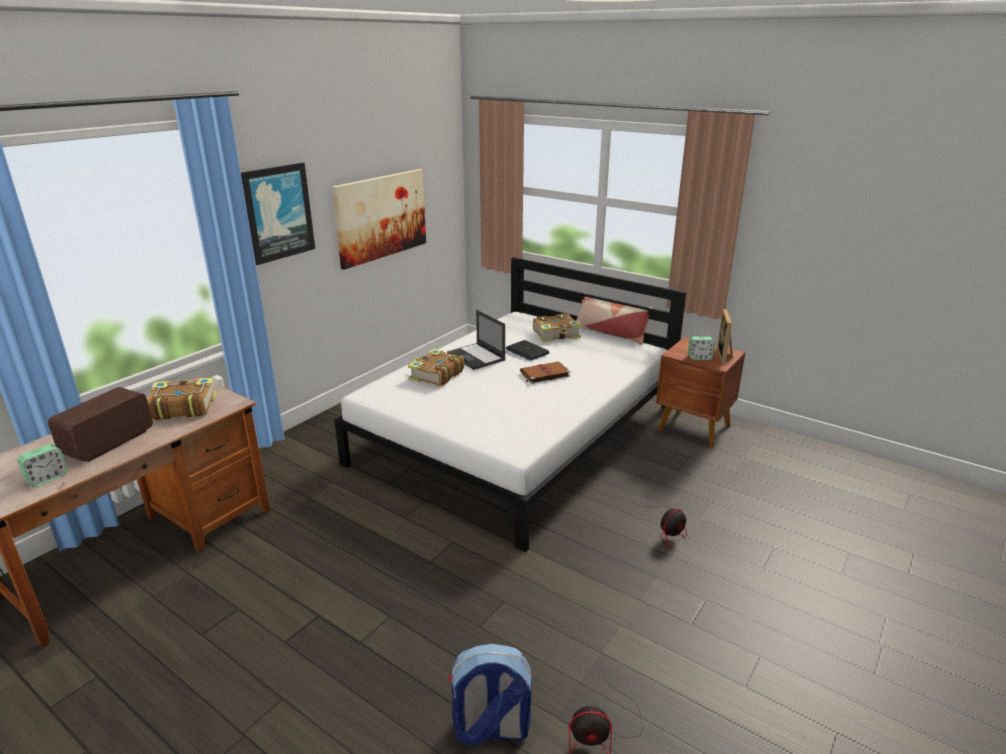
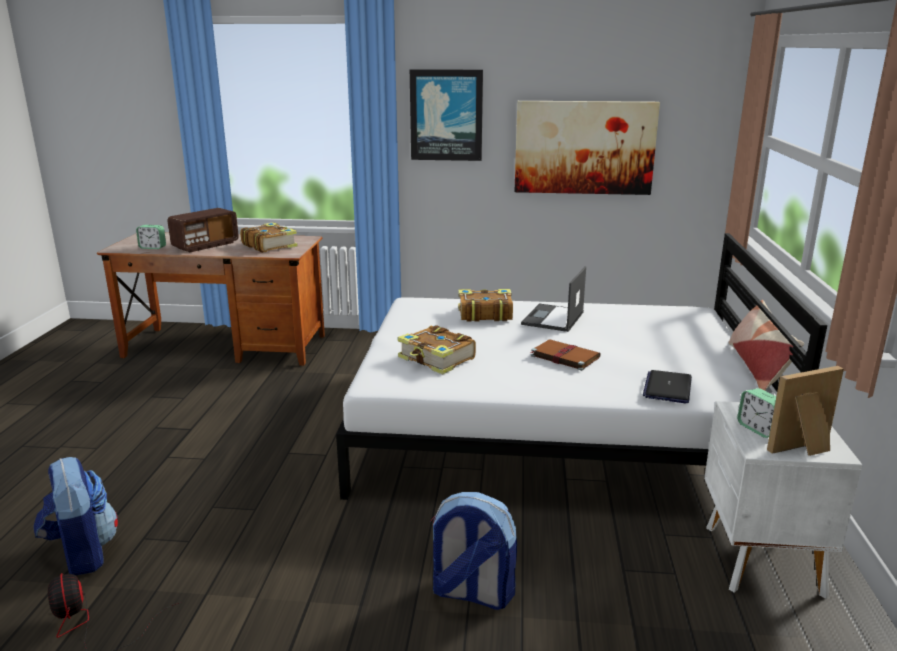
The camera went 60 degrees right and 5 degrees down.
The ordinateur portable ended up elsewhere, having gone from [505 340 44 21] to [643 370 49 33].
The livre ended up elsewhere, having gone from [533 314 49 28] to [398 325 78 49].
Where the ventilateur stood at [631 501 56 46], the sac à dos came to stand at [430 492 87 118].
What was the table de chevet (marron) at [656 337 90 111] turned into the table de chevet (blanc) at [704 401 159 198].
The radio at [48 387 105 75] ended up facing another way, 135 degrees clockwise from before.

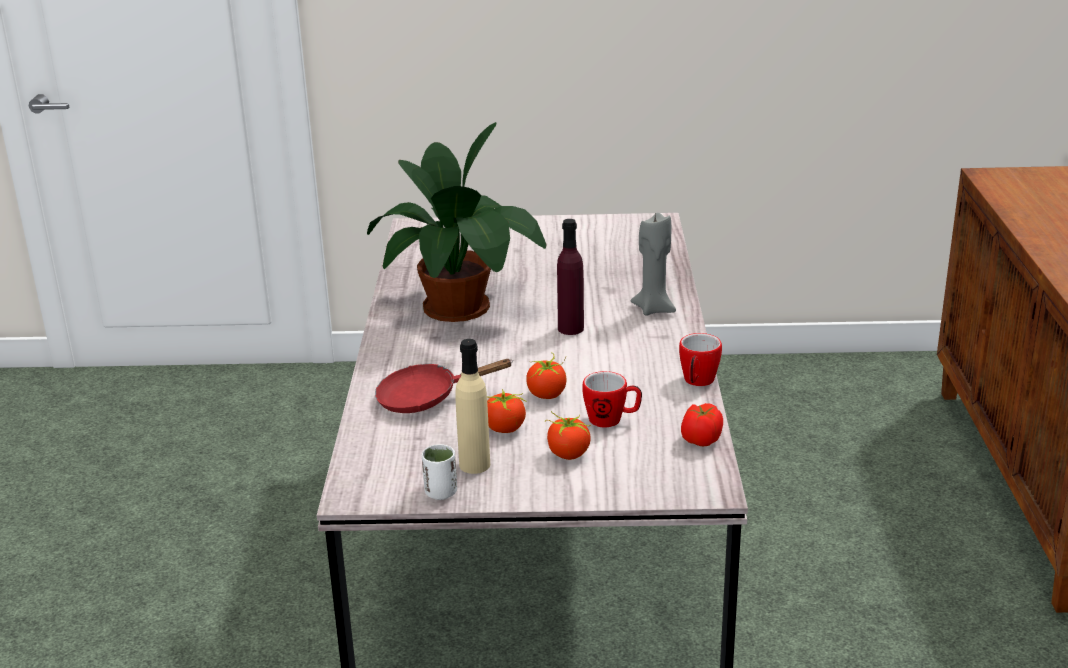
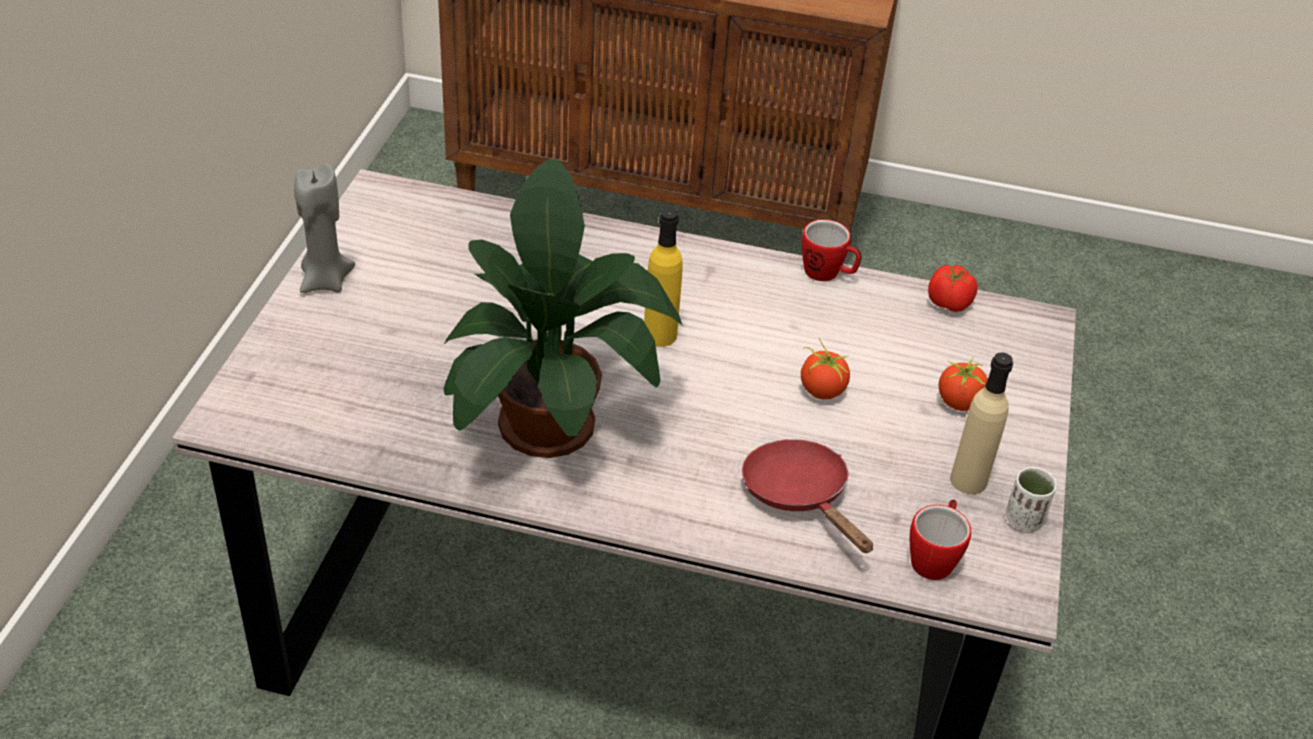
The camera went 80 degrees left and 15 degrees up.
The second view lost the tomate at [487 389 40 44].
The mug ended up elsewhere, having gone from [582 371 60 56] to [910 499 61 81].
The bougie (gris) ended up elsewhere, having gone from [631 213 45 103] to [294 163 61 130].
What was the bouteille (violet) at [557 219 27 116] turned into the bouteille (jaune) at [644 209 39 138].
The poêle (rouge) at [375 359 138 54] ended up facing another way, 150 degrees clockwise from before.

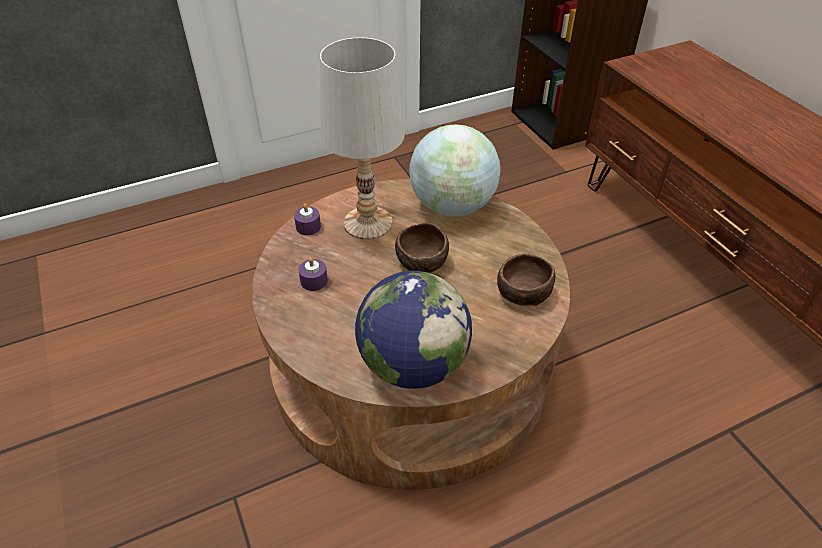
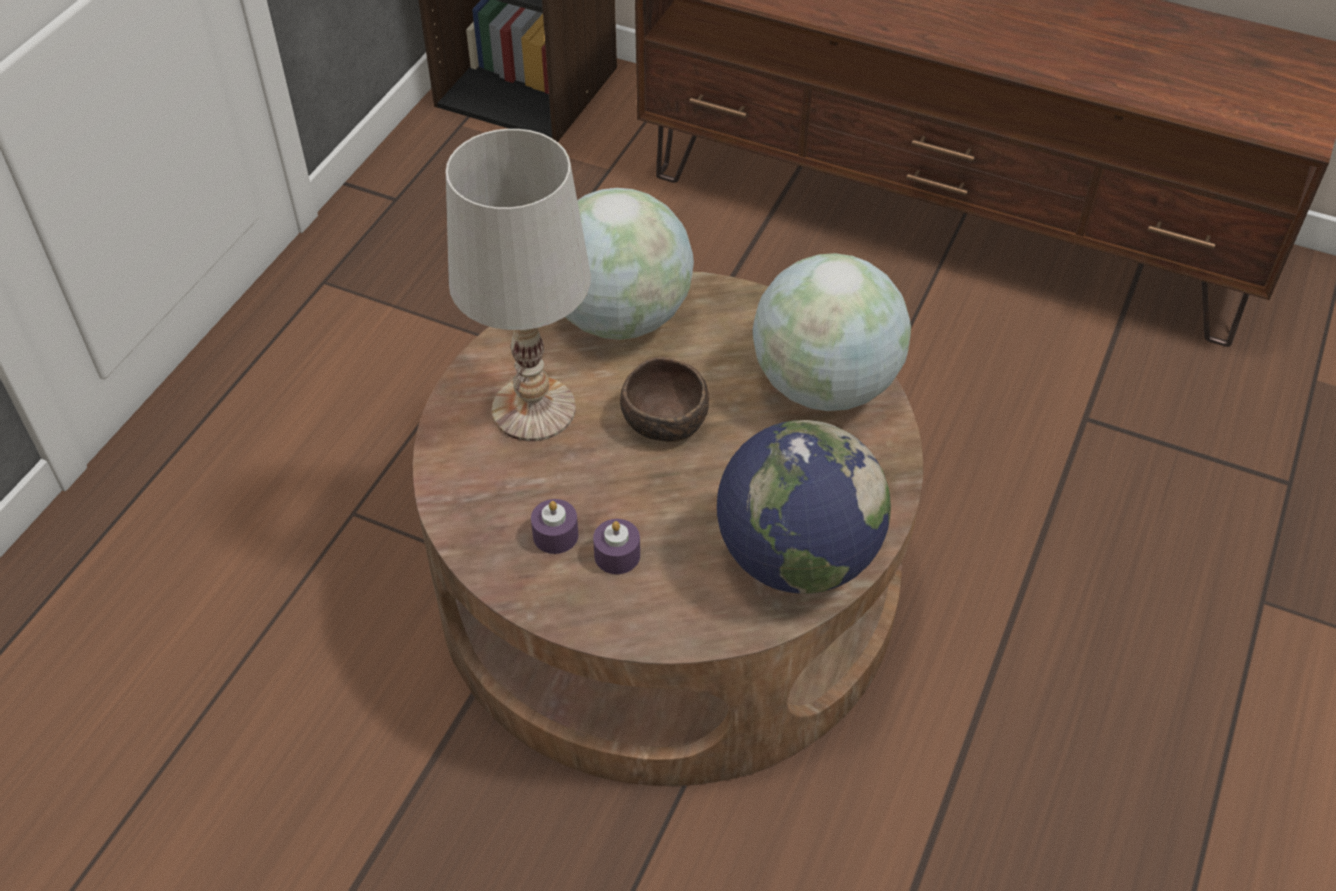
The camera went 40 degrees left and 5 degrees up.
The bougie (violet) ended up elsewhere, having gone from [294 203 27 32] to [593 519 47 55].
Where the bol (marron) stood at [497 253 58 53], the globe came to stand at [753 253 158 158].

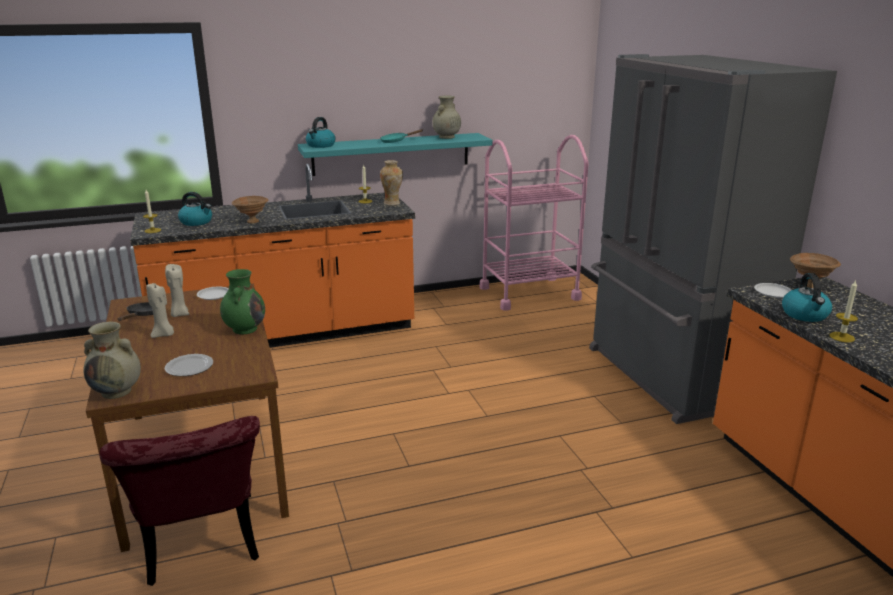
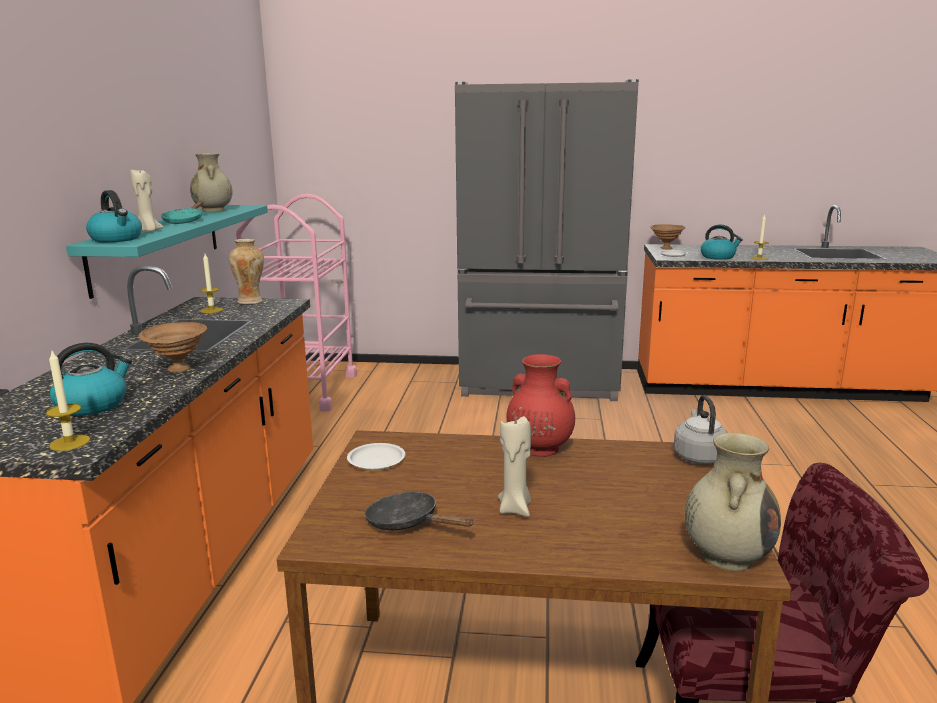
The camera went 65 degrees left and 5 degrees down.
The second view lost the assiette at [165 354 48 22].
The second view gained the bouilloire (gris) at [674 395 54 69].
The bougie (beige) ended up elsewhere, having gone from [165 264 24 53] to [130 169 34 62].
What was the vase (vert) at [220 269 45 65] turned into the vase (rouge) at [507 354 68 103].

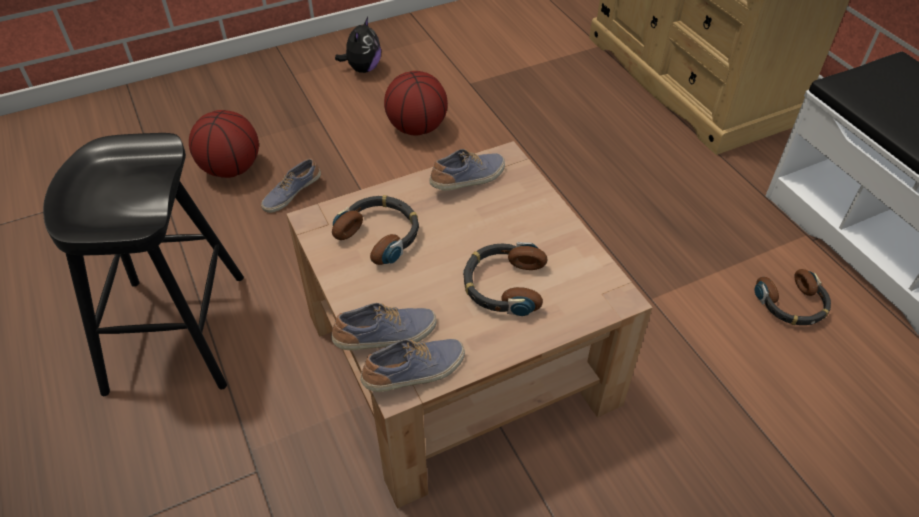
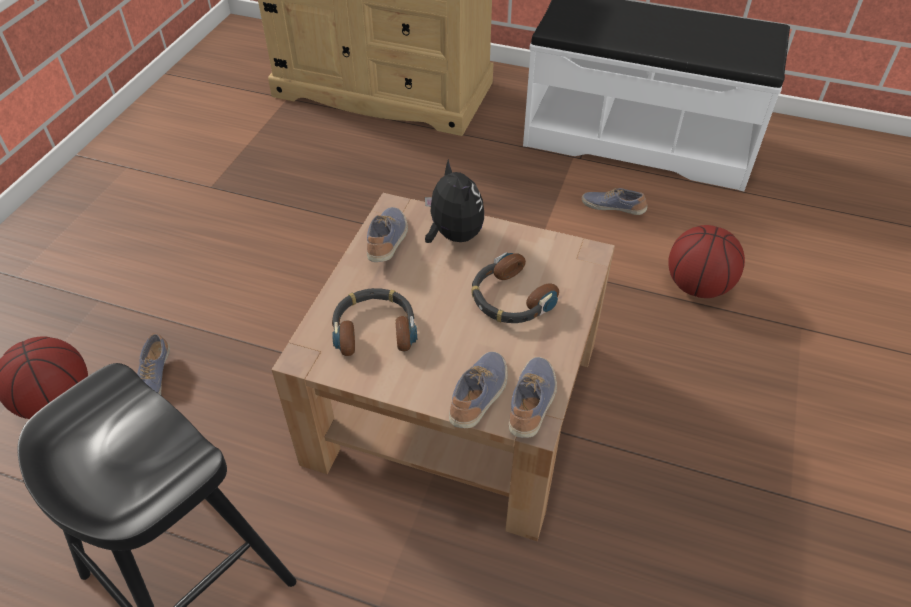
The camera went 45 degrees left and 0 degrees up.
The peluche ended up elsewhere, having gone from [335 17 46 56] to [425 159 59 84].
The ballon de basket ended up elsewhere, having gone from [384 71 64 64] to [668 225 77 73].
Where the casque audio stood at [755 269 76 56], the chaussure came to stand at [582 188 65 27].

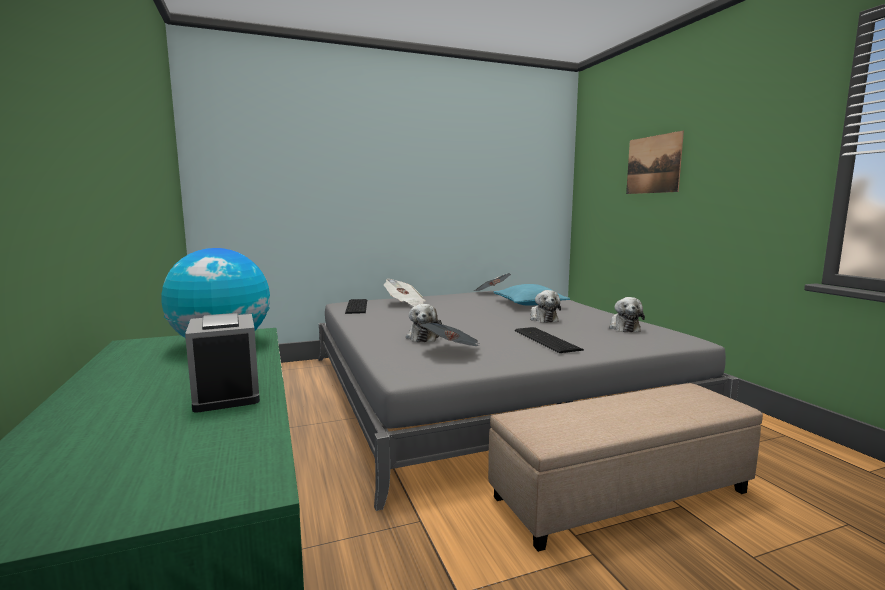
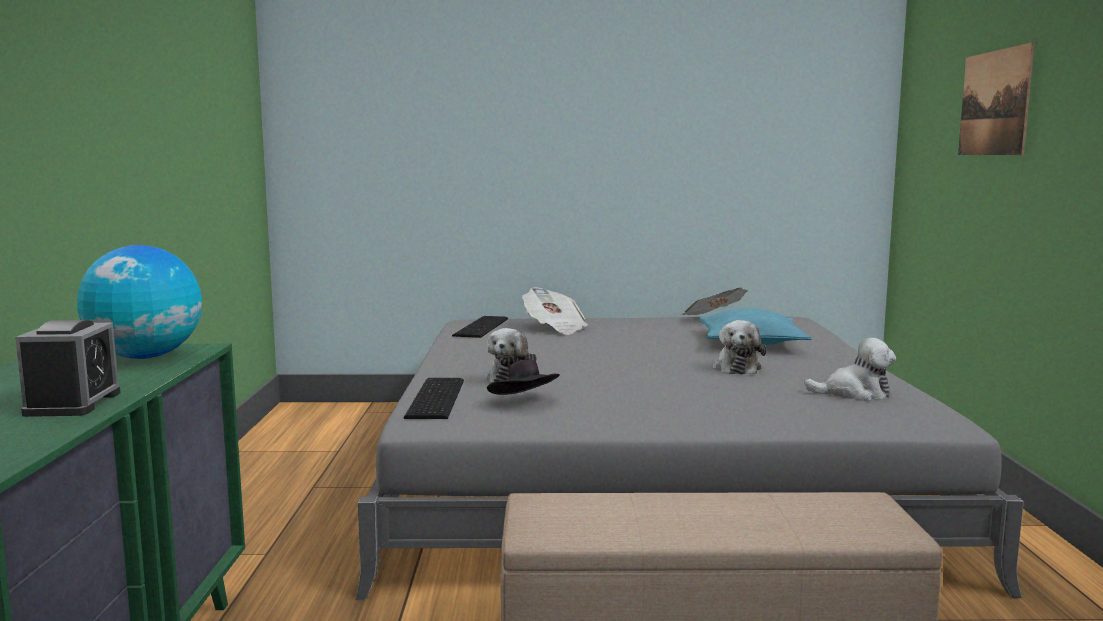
The camera went 20 degrees right and 0 degrees up.
The clavier ended up elsewhere, having gone from [515 327 69 26] to [404 378 60 41].
Where the journal stood at [420 323 60 23], the chapeau (noir) came to stand at [487 360 73 35].
The peluche at [609 297 36 35] ended up facing another way, 105 degrees counterclockwise from before.

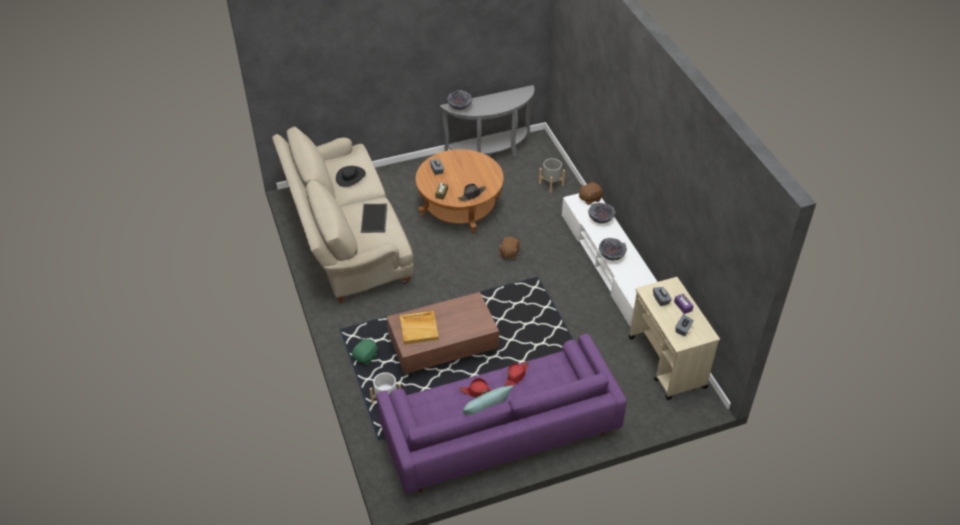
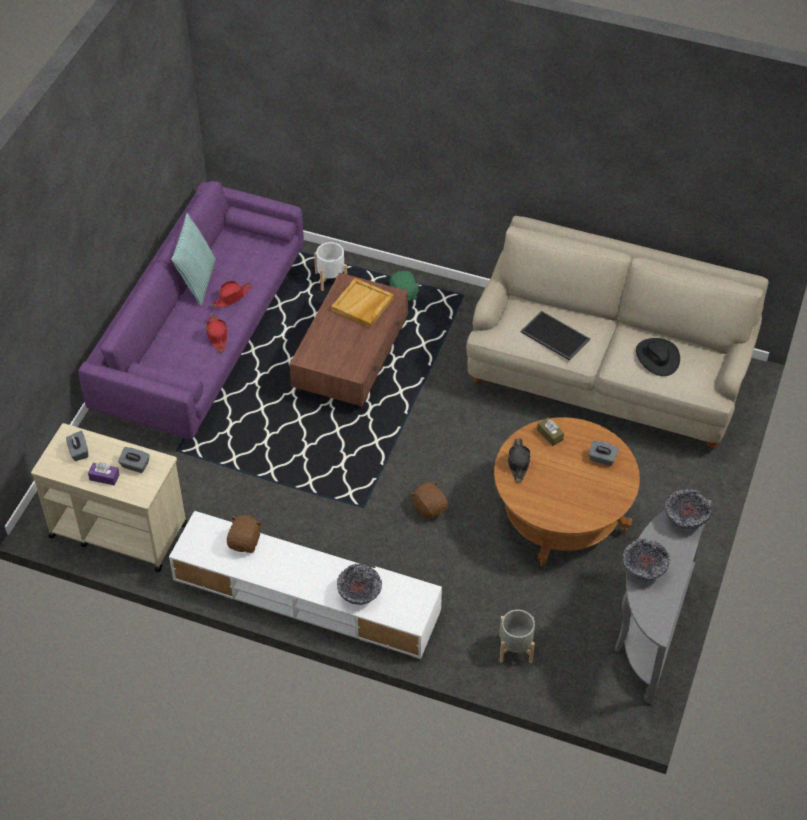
The camera went 130 degrees right and 5 degrees up.
The peluche (marron) ended up elsewhere, having gone from [579 182 24 23] to [227 515 35 38].
The bol ended up elsewhere, having gone from [599 238 28 23] to [623 538 47 43].

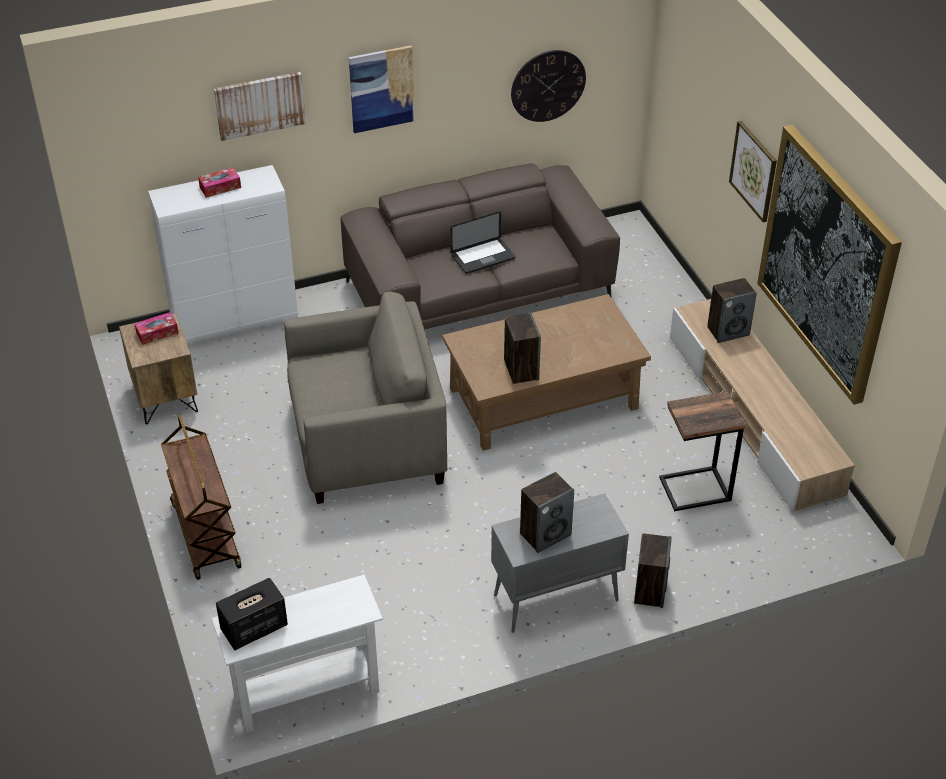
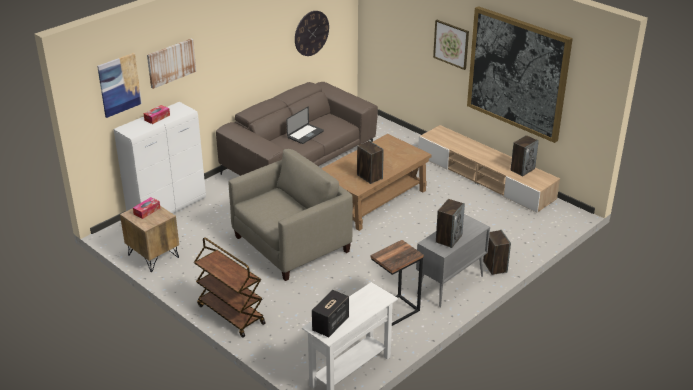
The camera went 25 degrees left and 10 degrees down.
The tableau ended up elsewhere, having gone from [349 45 66 88] to [97 53 45 65].
The table d'appoint ended up elsewhere, having gone from [659 391 86 120] to [371 240 53 86].
The enceinte ended up elsewhere, having gone from [707 278 50 65] to [510 135 29 42].

